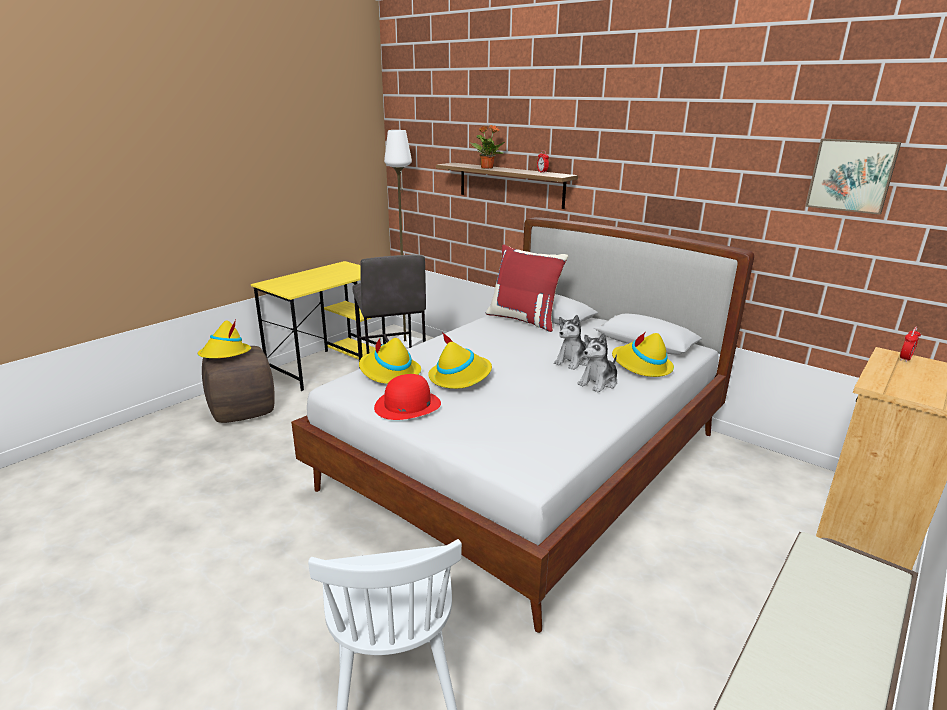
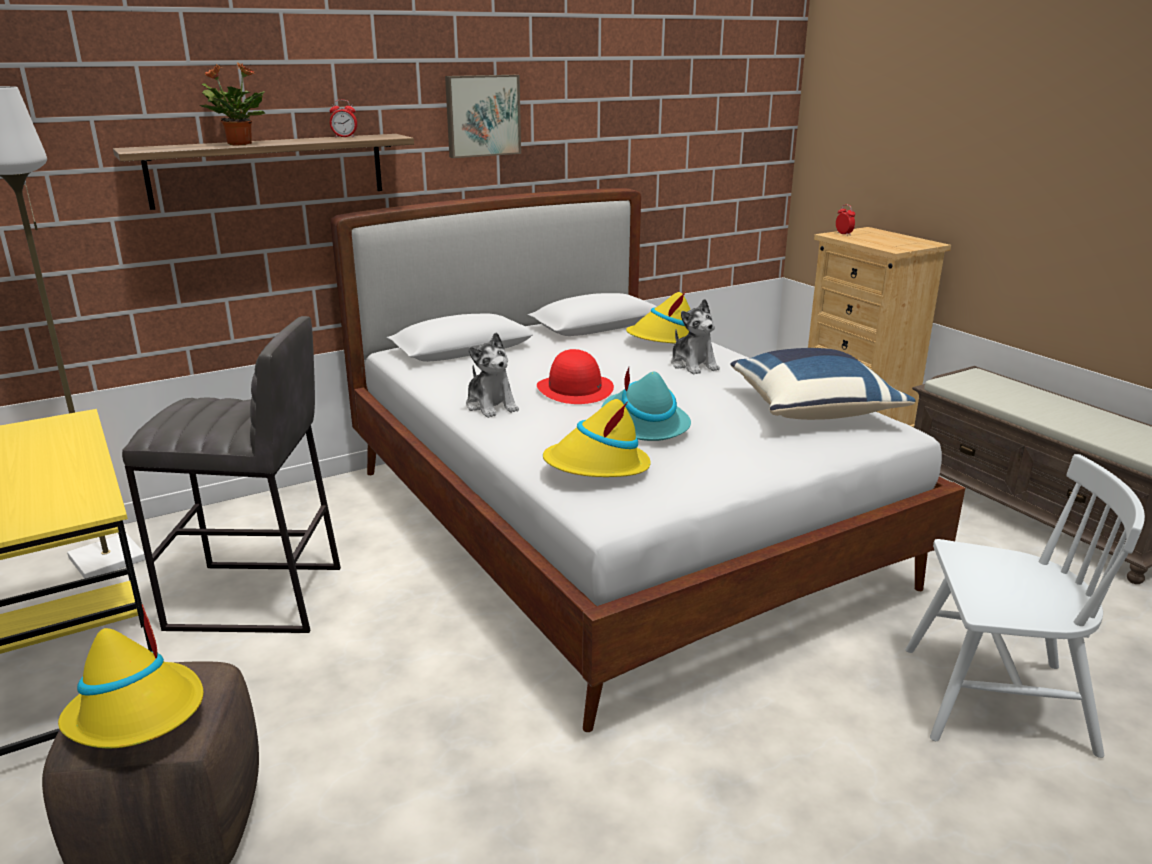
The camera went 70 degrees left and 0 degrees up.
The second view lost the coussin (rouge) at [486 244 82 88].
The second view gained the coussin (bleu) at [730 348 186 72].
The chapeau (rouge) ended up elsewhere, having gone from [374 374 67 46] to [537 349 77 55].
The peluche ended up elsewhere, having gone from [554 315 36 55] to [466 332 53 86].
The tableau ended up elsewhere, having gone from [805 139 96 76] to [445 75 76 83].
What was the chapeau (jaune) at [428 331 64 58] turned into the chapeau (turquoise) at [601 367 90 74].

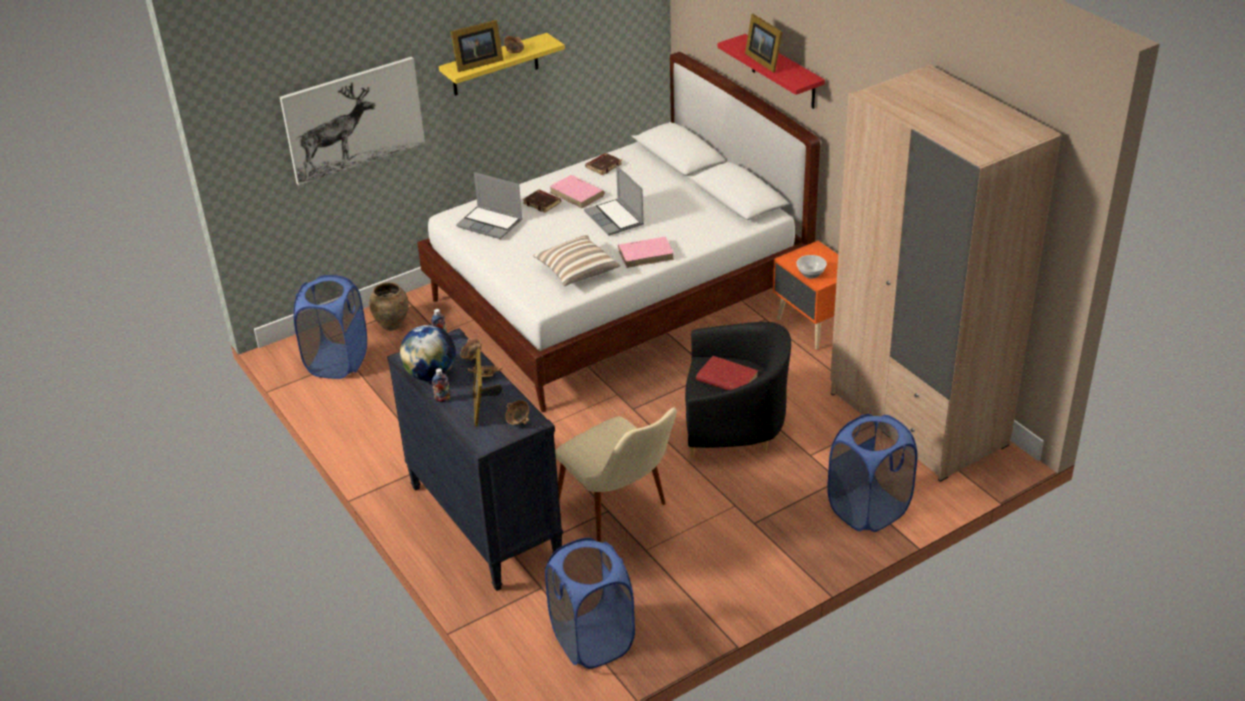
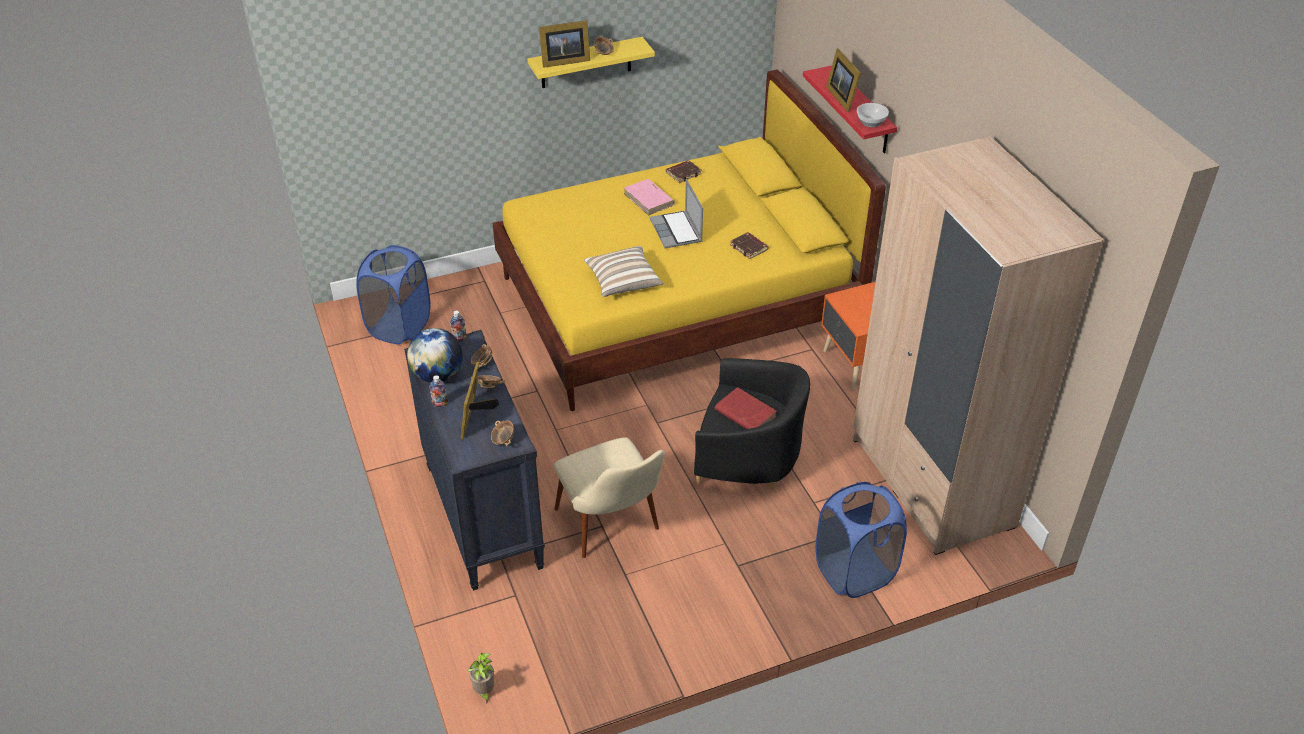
The camera went 10 degrees right and 5 degrees up.
The second view lost the tableau at [280 57 145 128].
The second view lost the vase (marron) at [369 282 40 49].
The second view lost the ordinateur portable at [456 172 67 67].
The second view lost the panier à linge (bleu) at [545 538 90 131].
The second view lost the livre (rose) at [618 237 56 31].
The second view gained the plante en pot at [467 653 27 50].
The livre (marron) ended up elsewhere, having gone from [523 190 38 23] to [730 232 39 27].
The bol ended up elsewhere, having gone from [796 255 31 23] to [857 103 32 24].
What was the lit (blanc) at [417 52 403 360] turned into the lit (jaune) at [493 69 393 342].

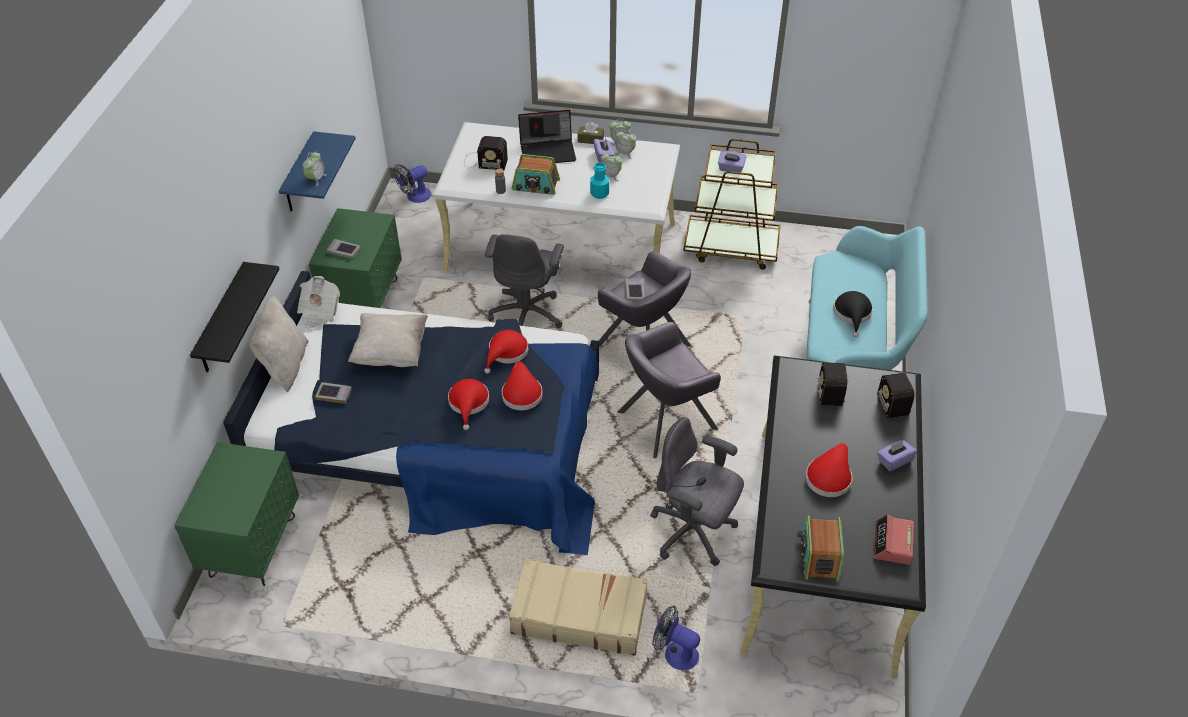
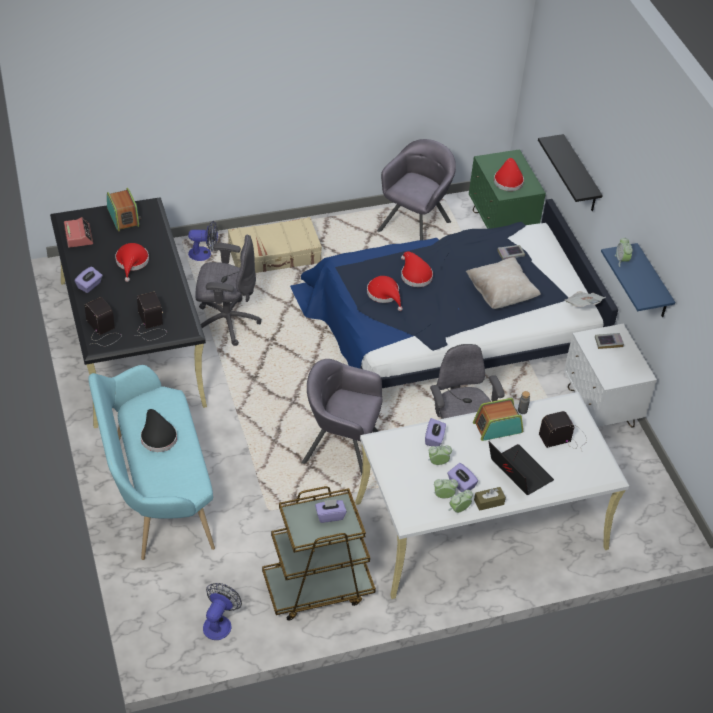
The camera went 150 degrees right and 0 degrees up.
The second view lost the coussin (beige) at [249 295 60 97].
The second view lost the livre at [625 278 20 23].
The ventilateur ended up elsewhere, having gone from [394 164 38 39] to [203 583 39 57].
The chapeau (rouge) ended up elsewhere, having gone from [484 330 44 44] to [494 158 30 33].
The fauteuil (gris) ended up elsewhere, having gone from [618 322 103 137] to [377 139 79 101].
Where the bouteille (turquoise) stood at [590 162 19 37], the boîte à mouchoirs (violet) came to stand at [425 418 21 29].
What was the table de chevet (vert) at [309 208 93 100] turned into the table de chevet (blanc) at [564 324 93 104].
The ordinateur portable at [518 110 58 53] ended up facing another way, 90 degrees clockwise from before.

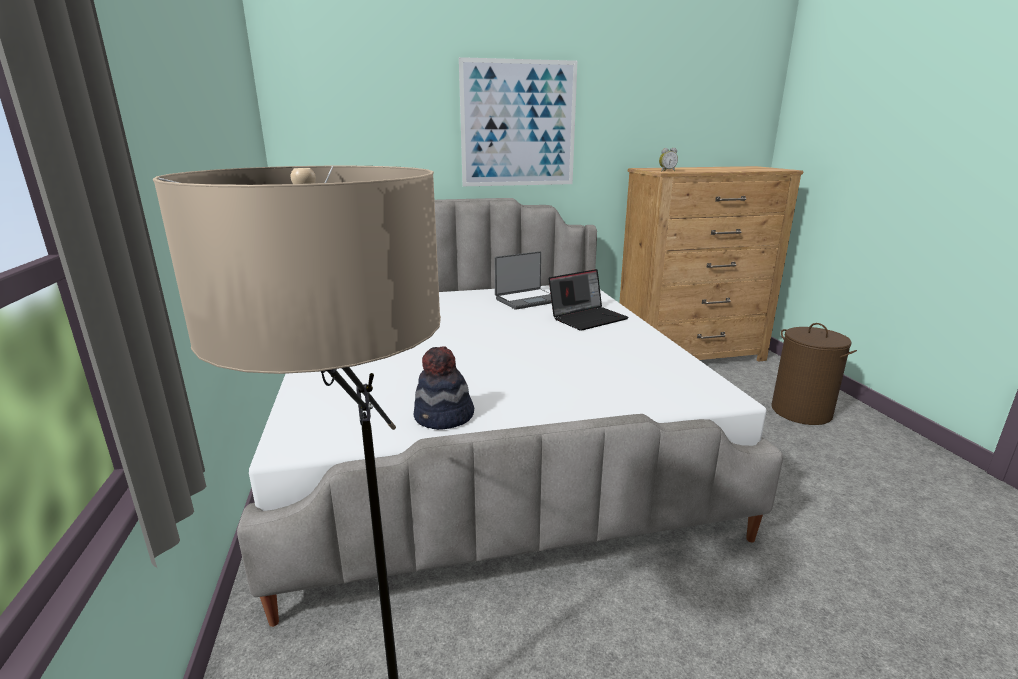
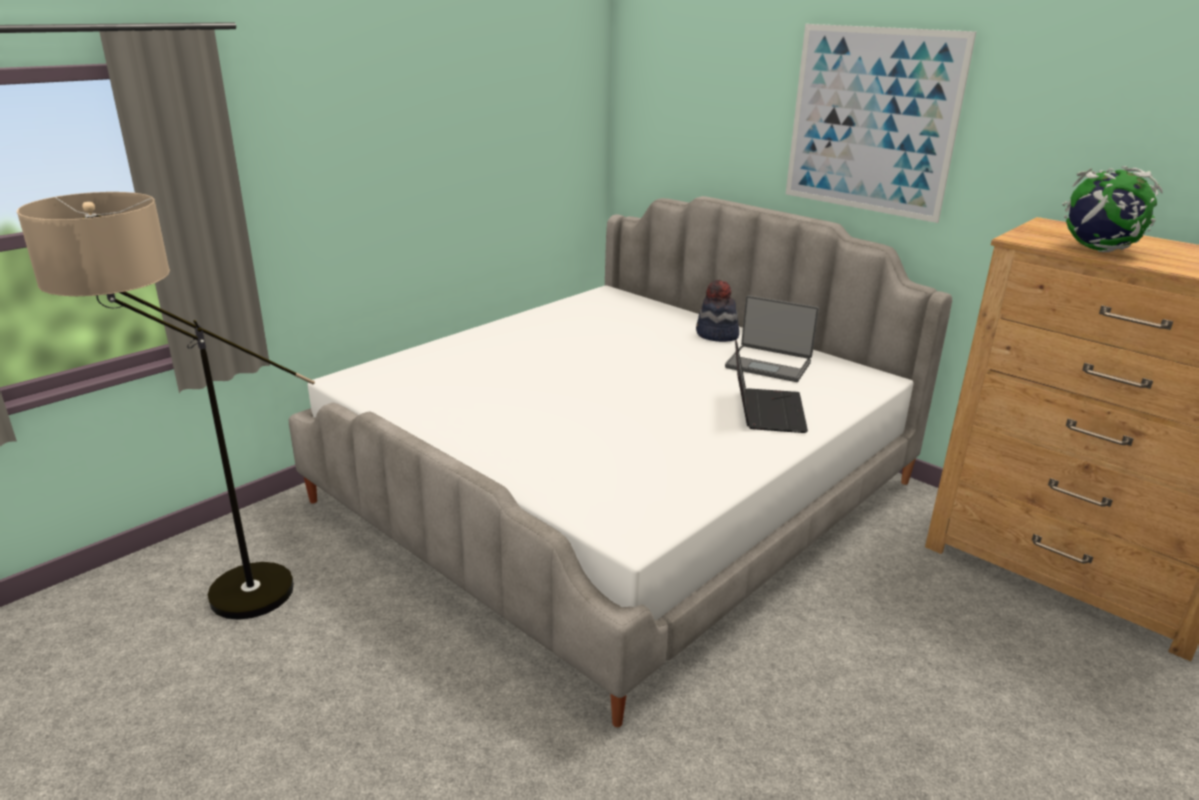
The camera went 55 degrees right and 5 degrees up.
The second view lost the réveil at [659 148 19 24].
The second view lost the panier à linge (marron) at [771 323 86 102].
The second view gained the globe at [1062 166 101 86].
The chapeau ended up elsewhere, having gone from [414 346 60 84] to [696 280 43 62].
The ordinateur portable at [549 269 80 62] ended up facing another way, 105 degrees counterclockwise from before.

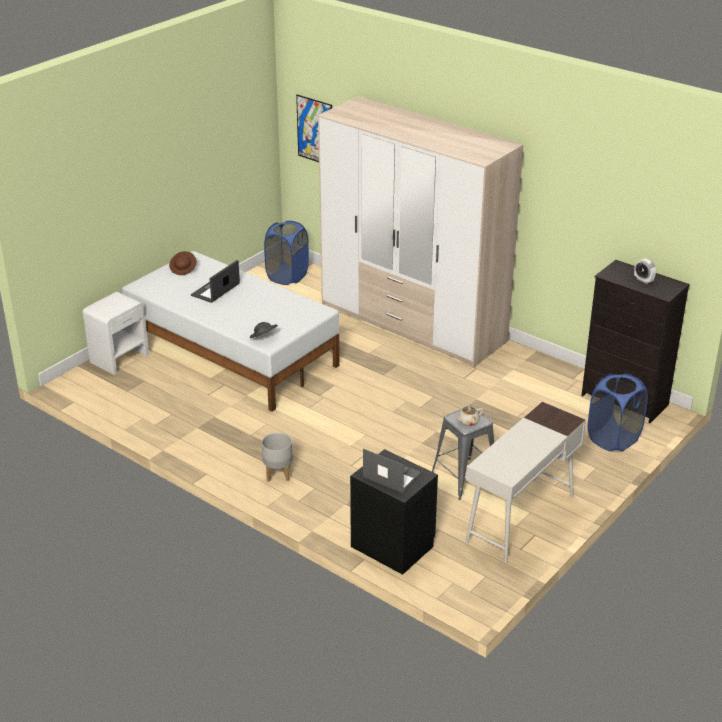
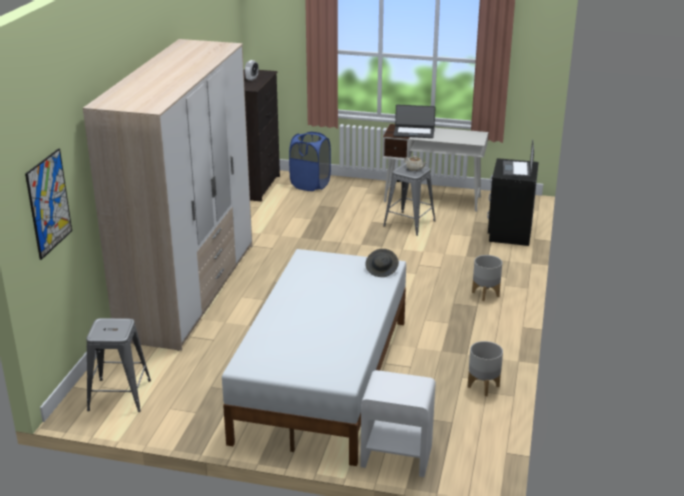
The camera went 115 degrees left and 5 degrees down.
The second view lost the chapeau (marron) at [169 251 28 24].
The second view gained the cache-pot (gris) at [468 341 35 55].
The ordinateur portable ended up elsewhere, having gone from [191 260 49 43] to [393 105 43 33].
Where the panier à linge (bleu) stood at [264 221 45 64], the tabouret (gris) came to stand at [86 318 65 94].

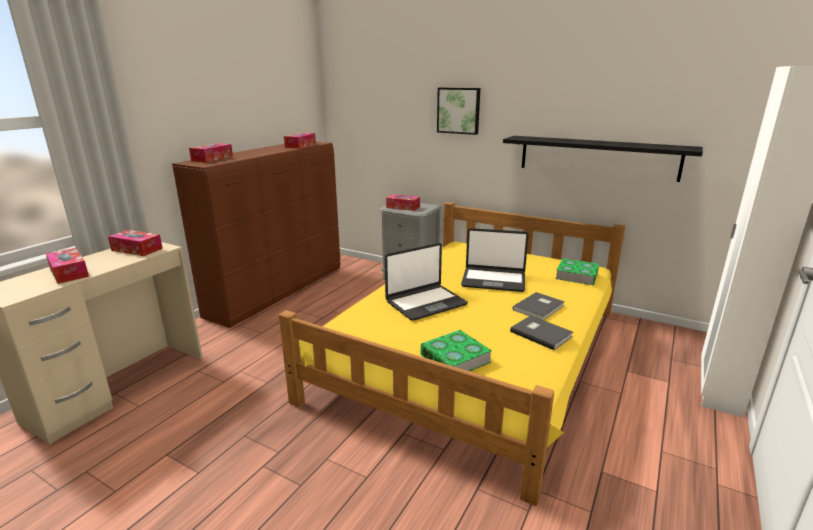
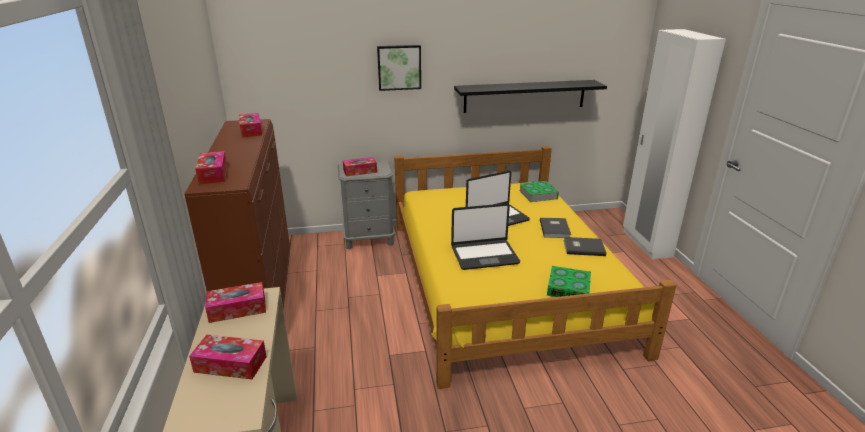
The camera went 40 degrees left and 5 degrees up.
The ordinateur portable at [385 243 83 78] ended up facing another way, 60 degrees clockwise from before.

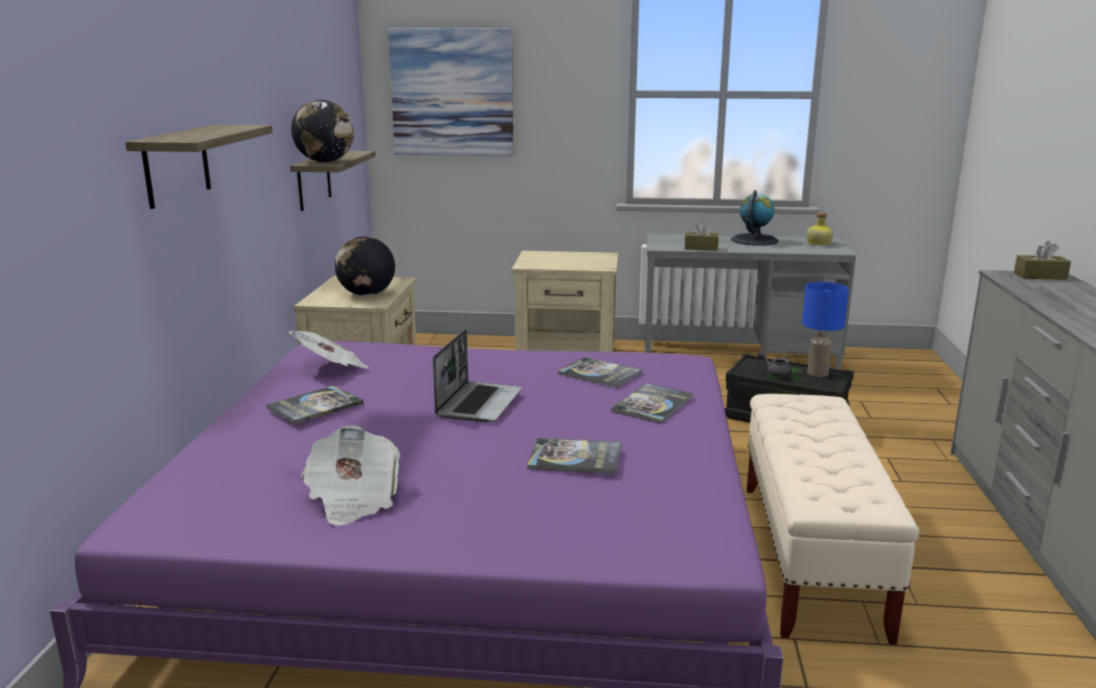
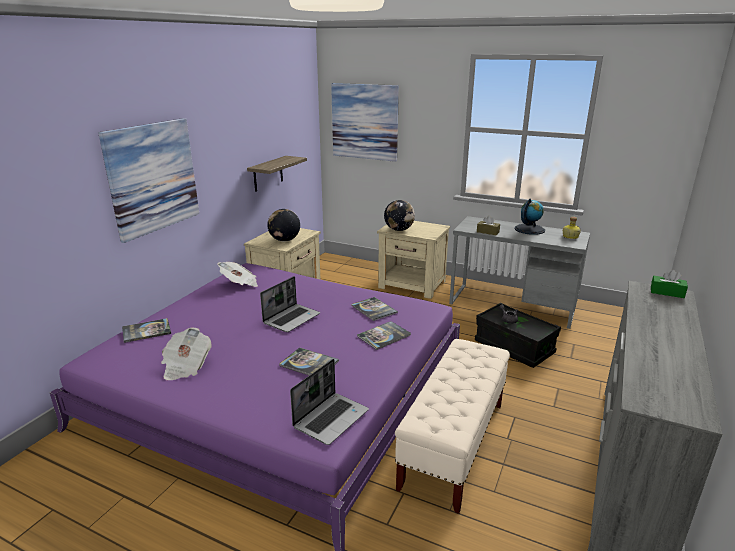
The camera went 20 degrees right and 5 degrees up.
The second view lost the lampe de table (bleu) at [802 282 47 95].
The second view gained the ordinateur portable at [290 359 79 86].
The livre ended up elsewhere, having gone from [266 386 97 38] to [122 318 49 25].
The globe ended up elsewhere, having gone from [291 100 63 62] to [384 200 31 31].
Where the étagère hung at [125 125 148 84], the tableau came to hang at [98 118 101 125].
What was the boîte à mouchoirs (marron) at [1014 241 57 39] turned into the boîte à mouchoirs (vert) at [651 270 37 28].

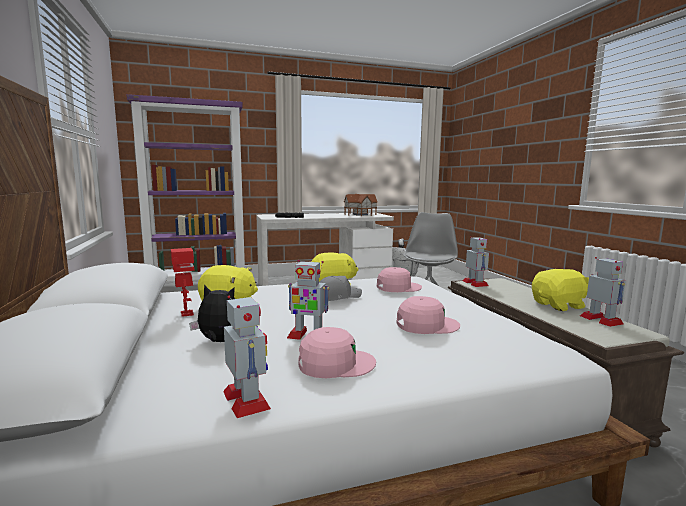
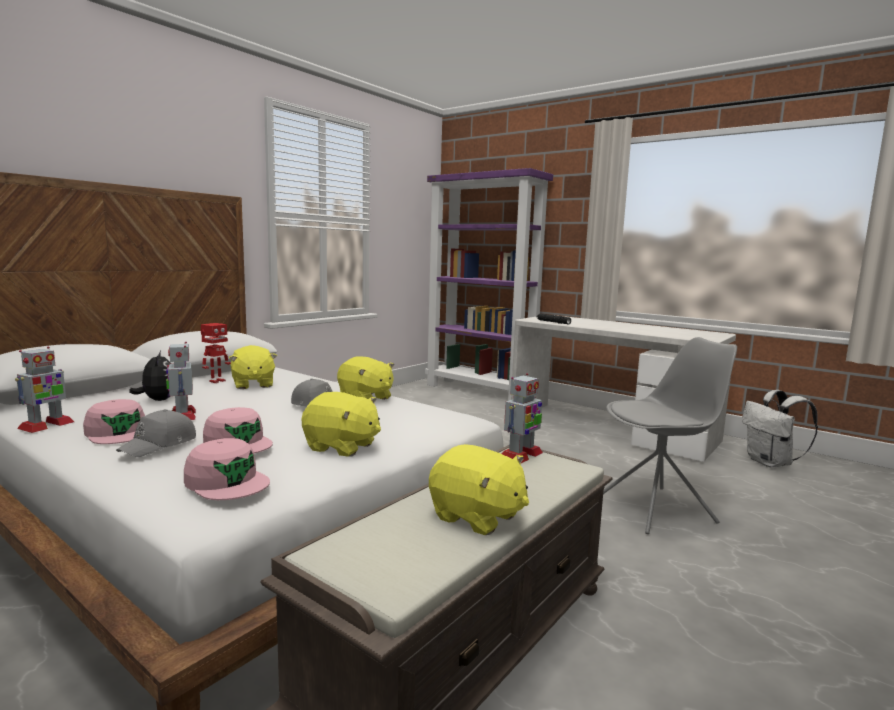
The camera went 55 degrees right and 0 degrees up.
The second view lost the maison miniature at [344 194 33 22].
The second view lost the robot jouet at [580 257 46 70].
The second view gained the casquette (gris) at [116 409 80 48].
The second view gained the peluche (jaune) at [301 392 80 65].
The casquette (rose) ended up elsewhere, having gone from [377 267 45 25] to [184 438 86 62].

